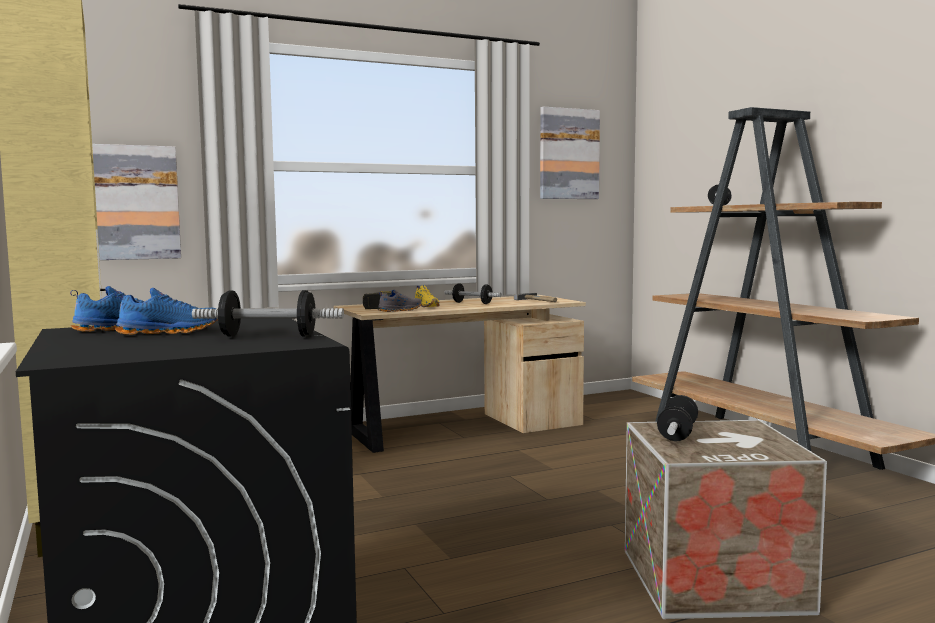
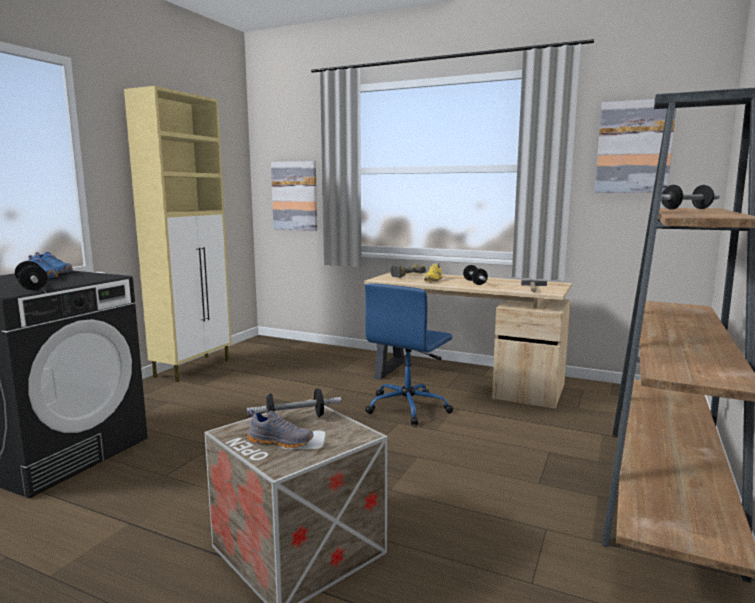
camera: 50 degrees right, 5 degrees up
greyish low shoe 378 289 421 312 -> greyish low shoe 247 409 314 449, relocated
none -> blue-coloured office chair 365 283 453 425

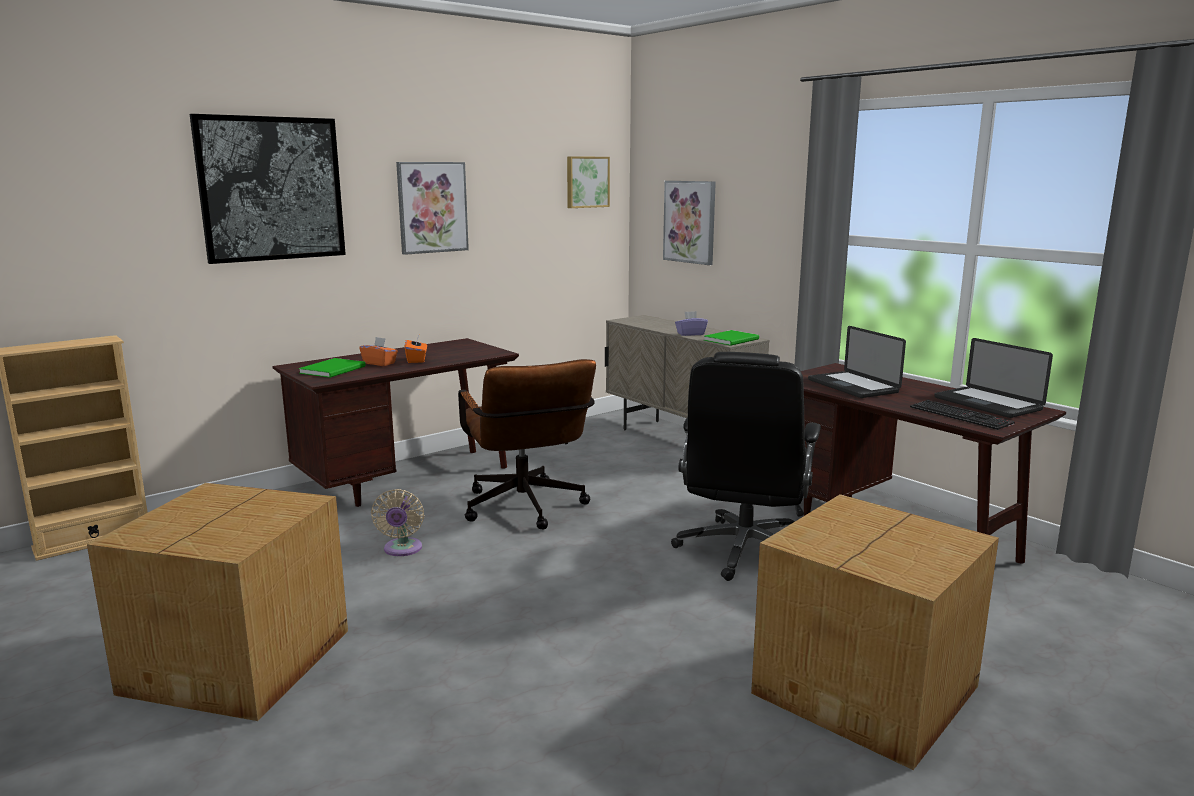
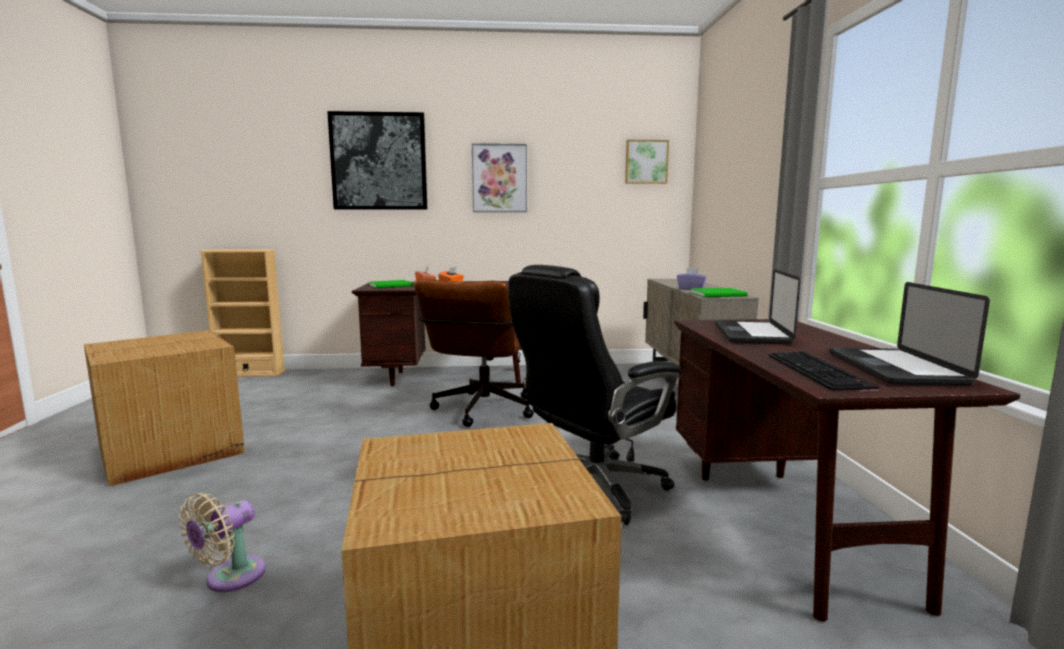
camera: 35 degrees right, 5 degrees down
picture 663 181 716 265 -> none
sand-coloured cooling fan 371 489 424 556 -> sand-coloured cooling fan 179 493 266 592, relocated

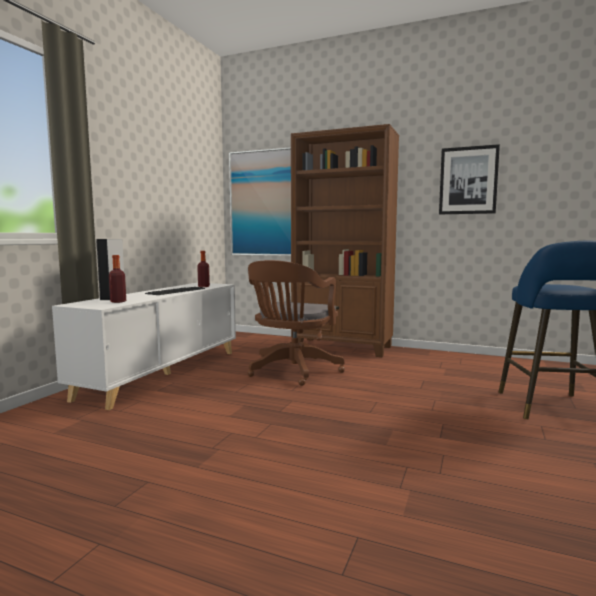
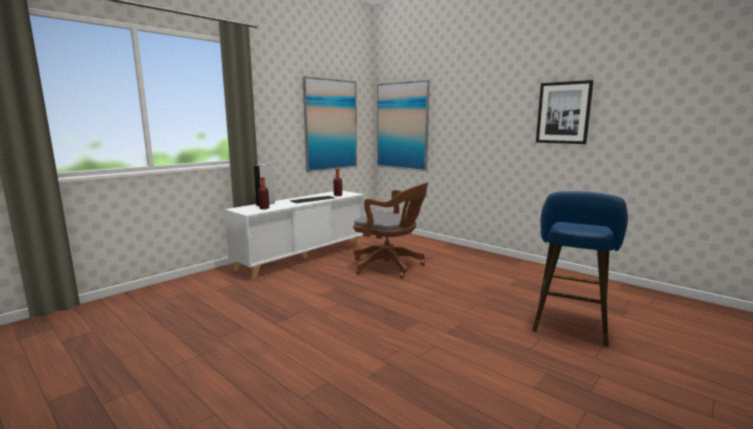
camera: 20 degrees right, 5 degrees up
brown-coloured shelving unit 291 124 399 357 -> none
brown-coloured office chair 247 260 345 386 -> brown-coloured office chair 353 182 428 279, 105 degrees counterclockwise
none -> picture 303 76 357 172

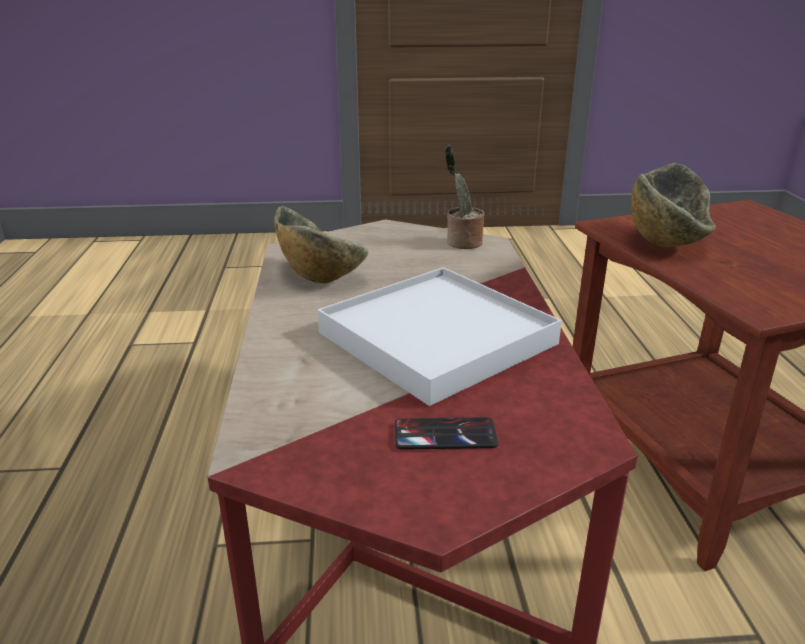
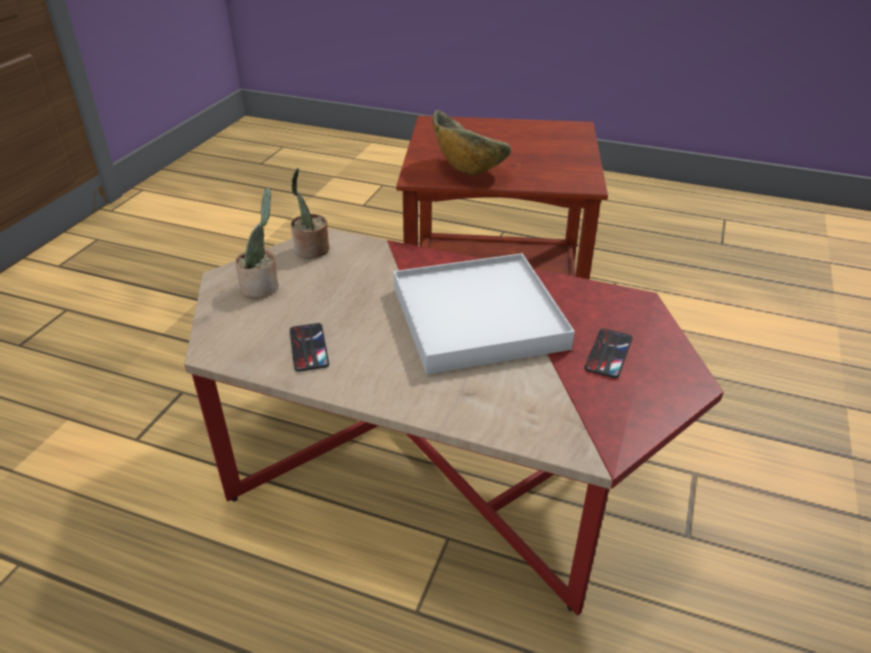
camera: 65 degrees left, 10 degrees up
serving bowl 274 206 369 283 -> handset 290 323 329 372
none -> potted plant 235 188 279 298

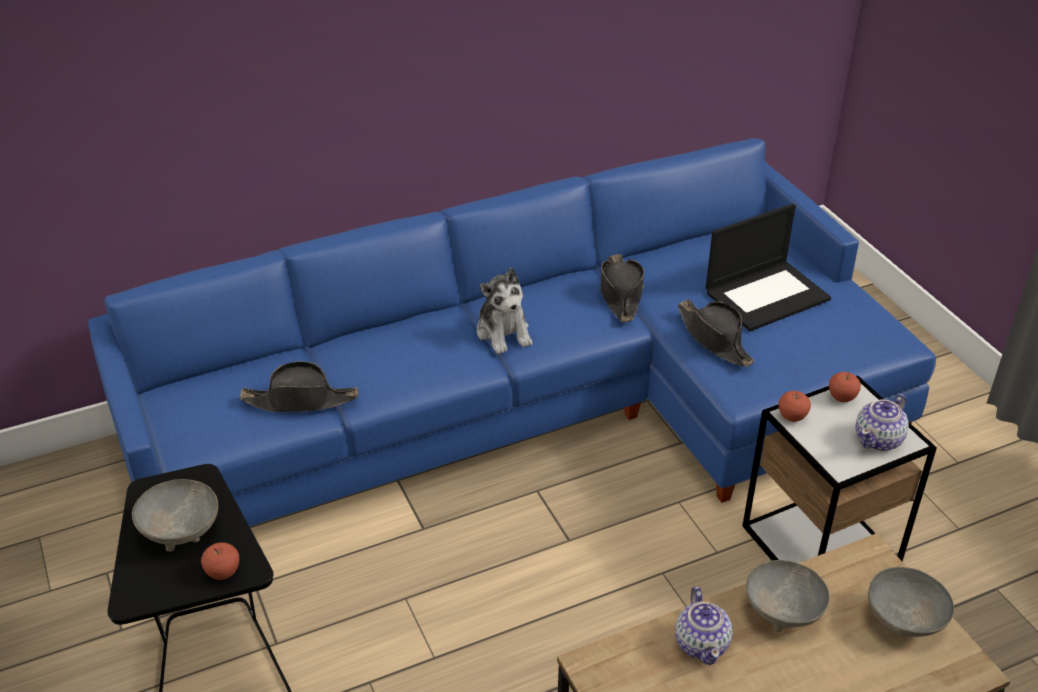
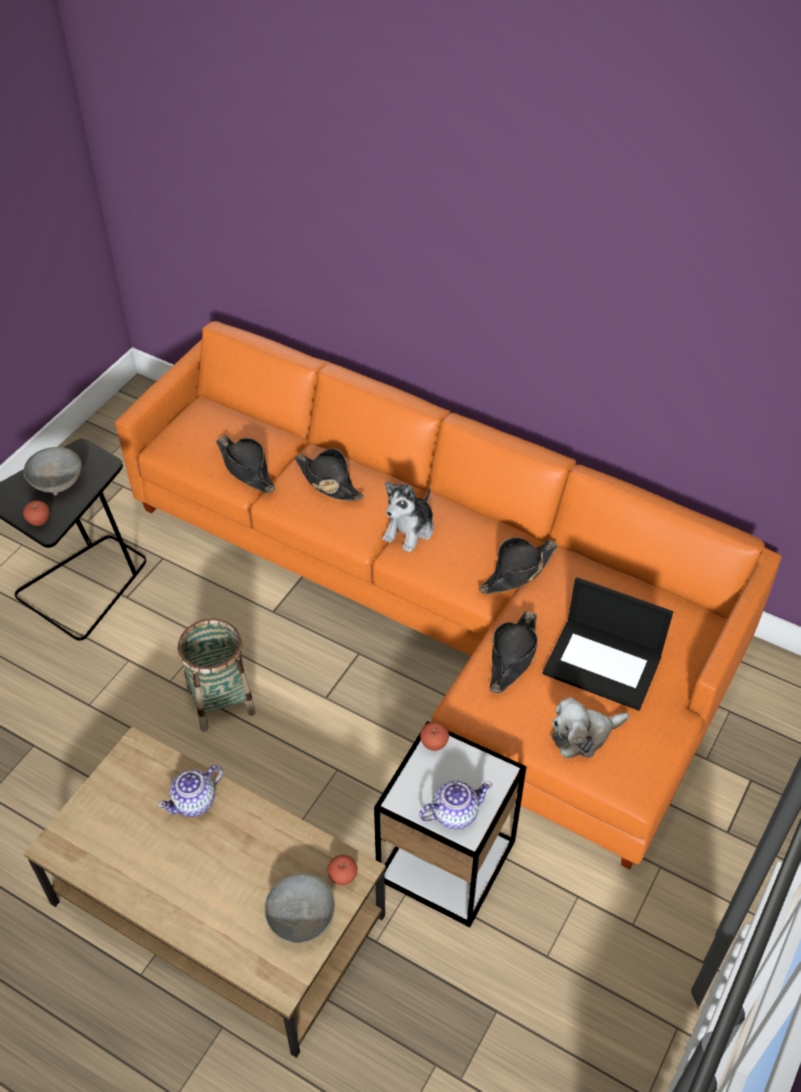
camera: 55 degrees right, 10 degrees up
blue-coloured settee 88 138 936 527 -> orange settee 115 321 782 870
apple fruit 829 372 861 402 -> apple fruit 327 854 358 885, relocated
tea pot 856 394 909 451 -> tea pot 419 780 492 830, 150 degrees clockwise
greyish serving bowl 746 560 830 632 -> none
none -> blackish clothing hat 295 448 365 501
none -> household basket 178 619 256 731
none -> cuddly toy 552 697 630 758

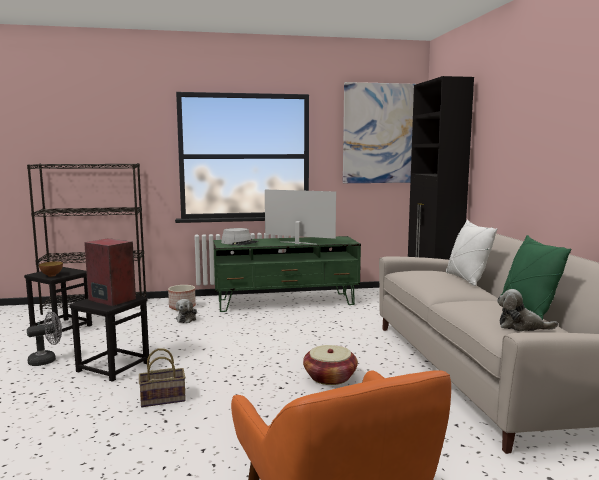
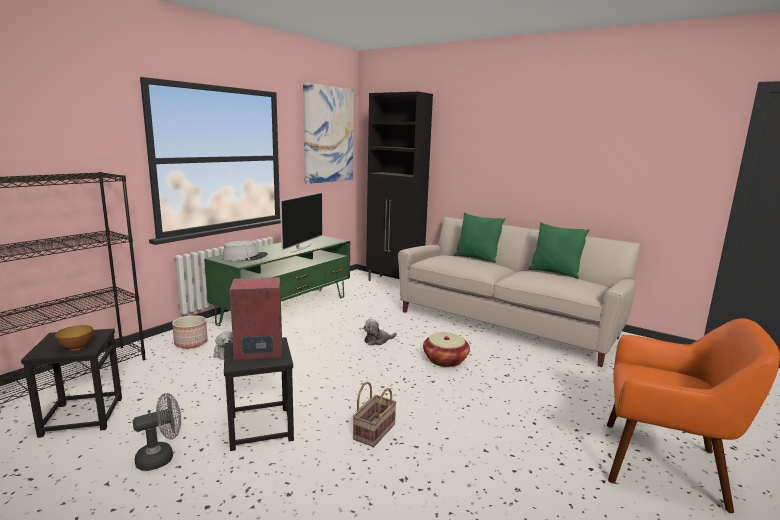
camera: 45 degrees left, 5 degrees up
TV set 265 189 336 245 -> TV set 280 192 323 253, 135 degrees clockwise
white cushion 446 220 497 286 -> green cushion 454 212 505 263
cuddly toy 497 289 558 331 -> cuddly toy 363 319 397 346, relocated
greyish cooling fan 27 312 62 366 -> greyish cooling fan 133 393 181 471, 45 degrees clockwise

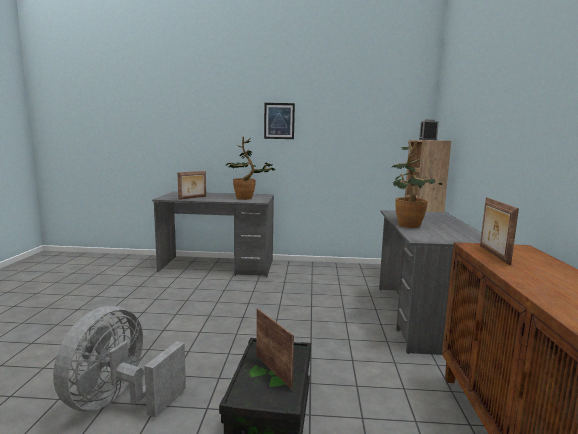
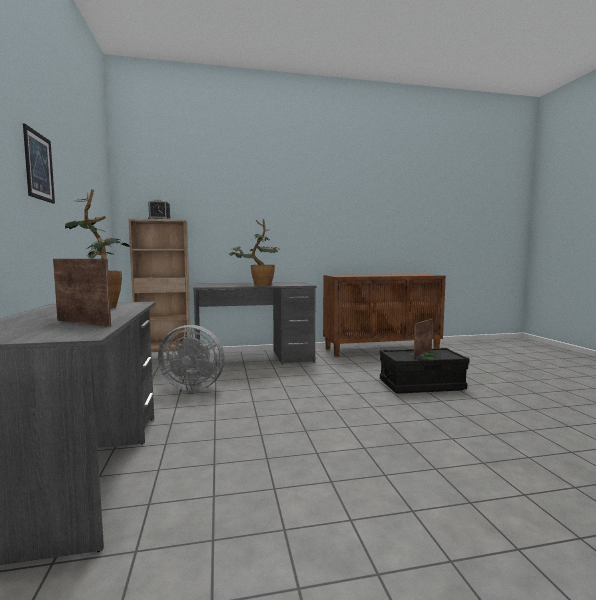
camera: 105 degrees left, 5 degrees down
photo frame 480 197 519 265 -> none
greyish cooling fan 53 306 186 417 -> greyish cooling fan 158 325 225 391, relocated

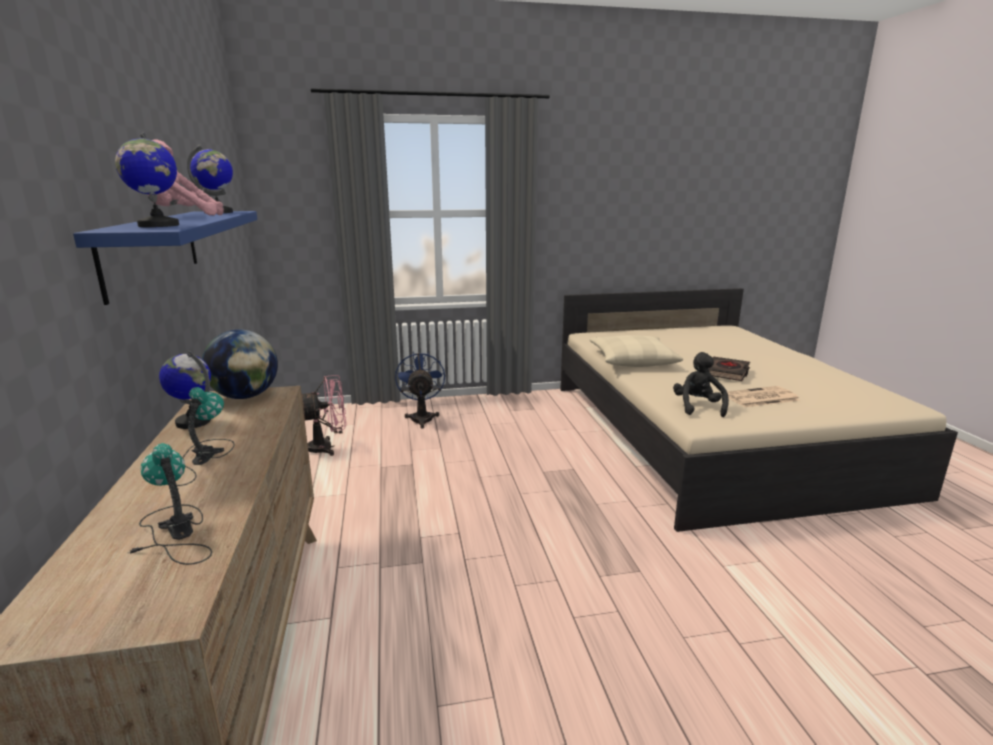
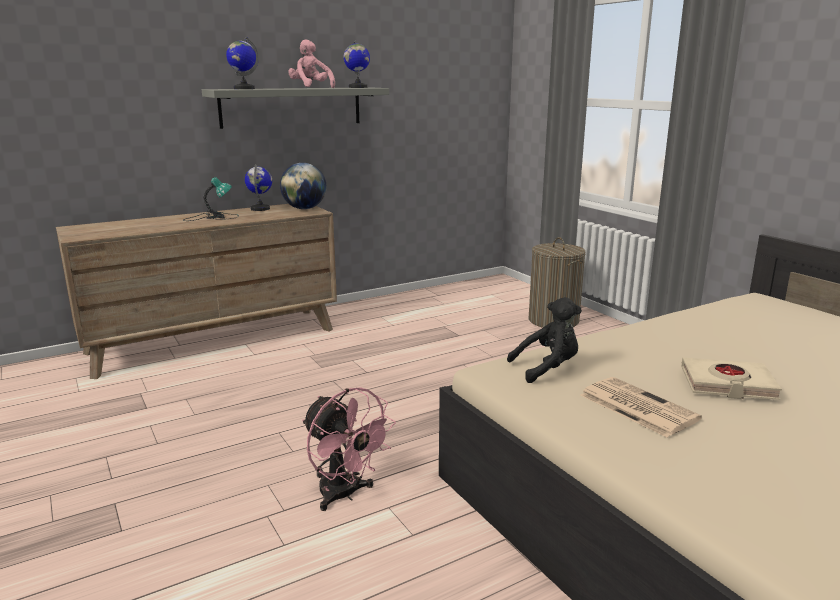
camera: 70 degrees right, 0 degrees up
blue-coloured bracket shelf 73 211 258 305 -> greyish bracket shelf 202 87 389 129
sand-coloured cushion 590 335 683 367 -> none
blue-coloured cooling fan 395 352 445 429 -> laundry basket 529 237 586 328
blackish book 708 357 750 381 -> sand-coloured book 681 357 782 400
pinkish cooling fan 302 375 346 456 -> pinkish cooling fan 302 388 396 511, relocated
lamp for a table 128 443 212 565 -> none

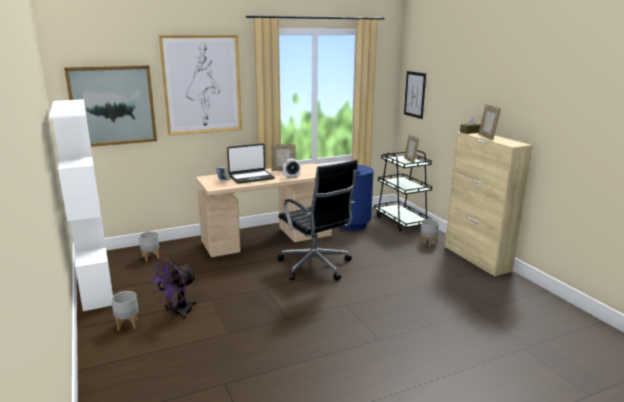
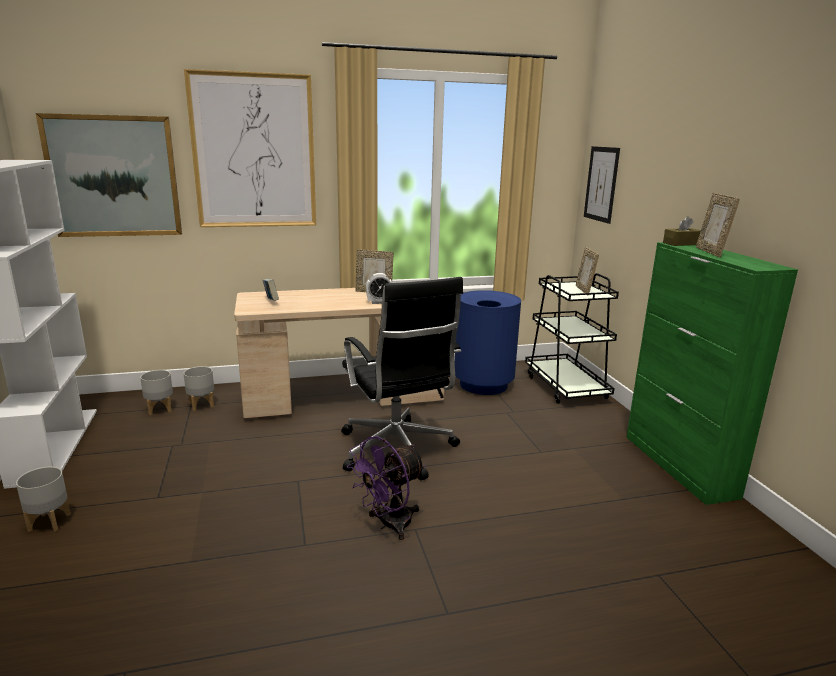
camera: 10 degrees right, 0 degrees up
sand-coloured cabinet 445 132 533 276 -> green cabinet 626 242 798 505
portable computer 227 144 275 184 -> none
greyish planter 420 219 439 247 -> greyish planter 184 366 214 411, relocated
purplish cooling fan 149 260 197 320 -> purplish cooling fan 347 436 426 540, relocated

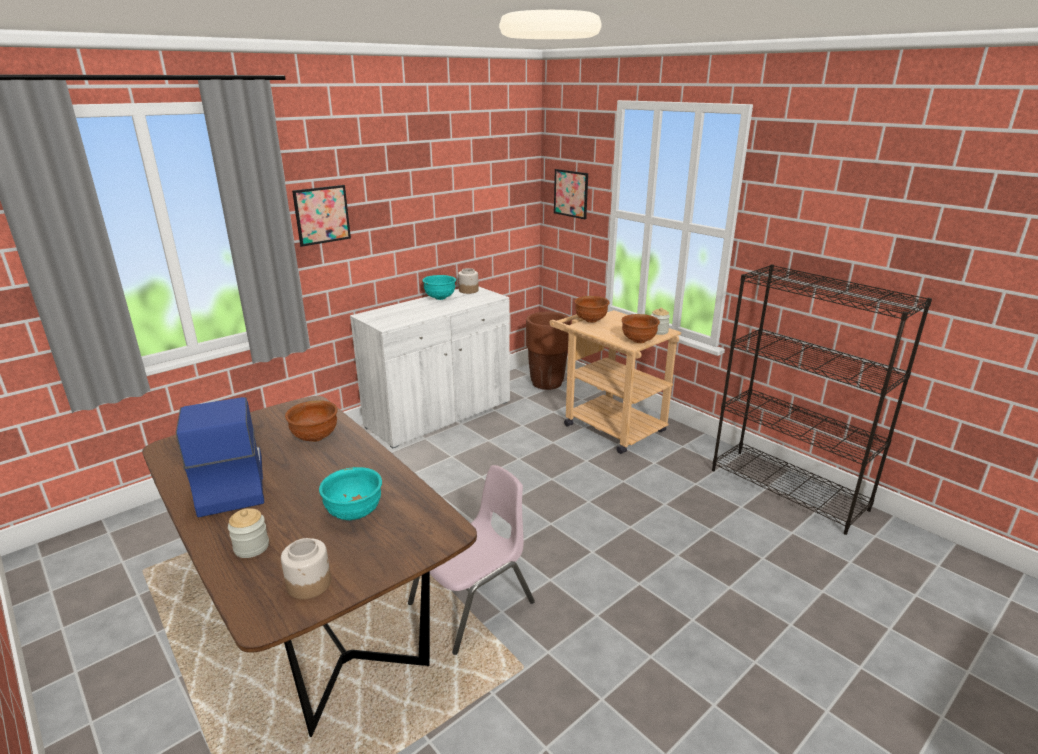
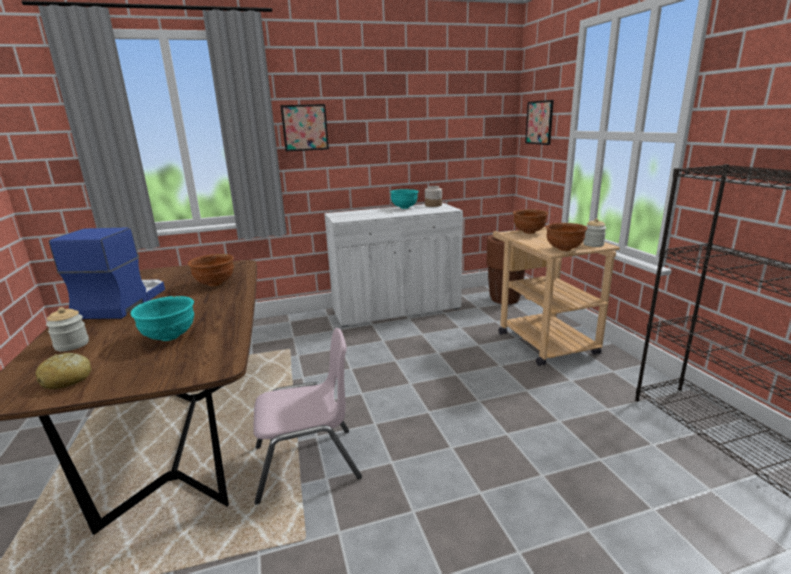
camera: 25 degrees right, 5 degrees down
jar 281 538 331 599 -> bread 36 353 91 389

